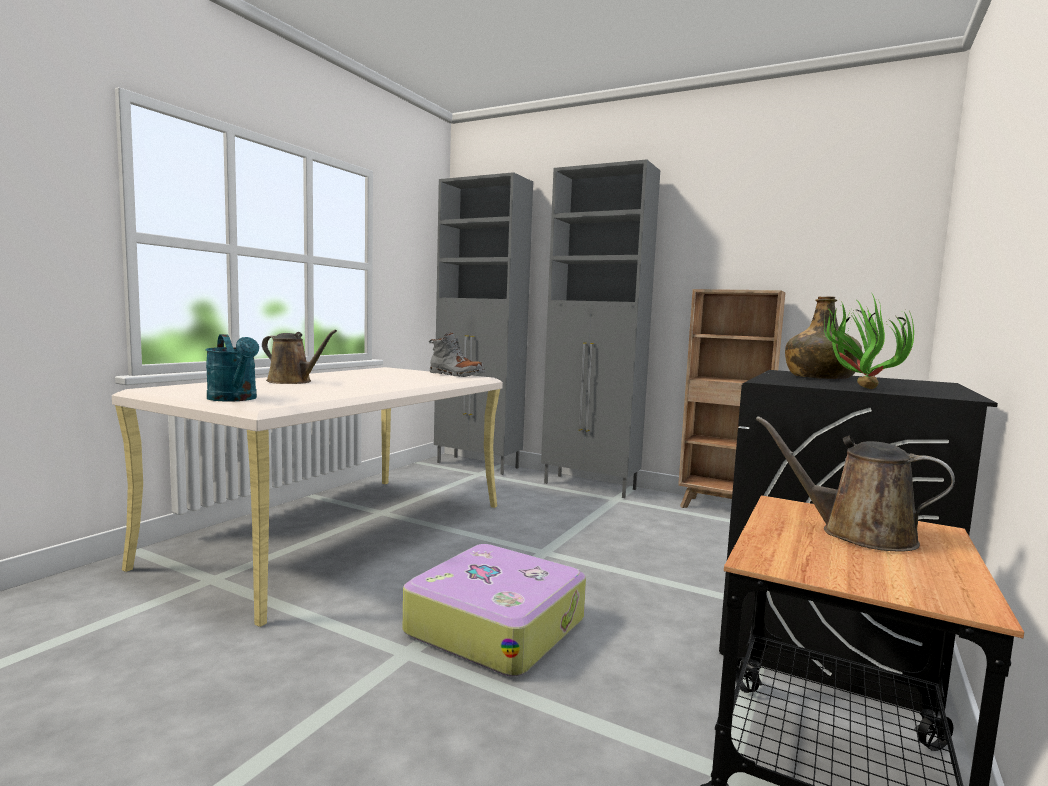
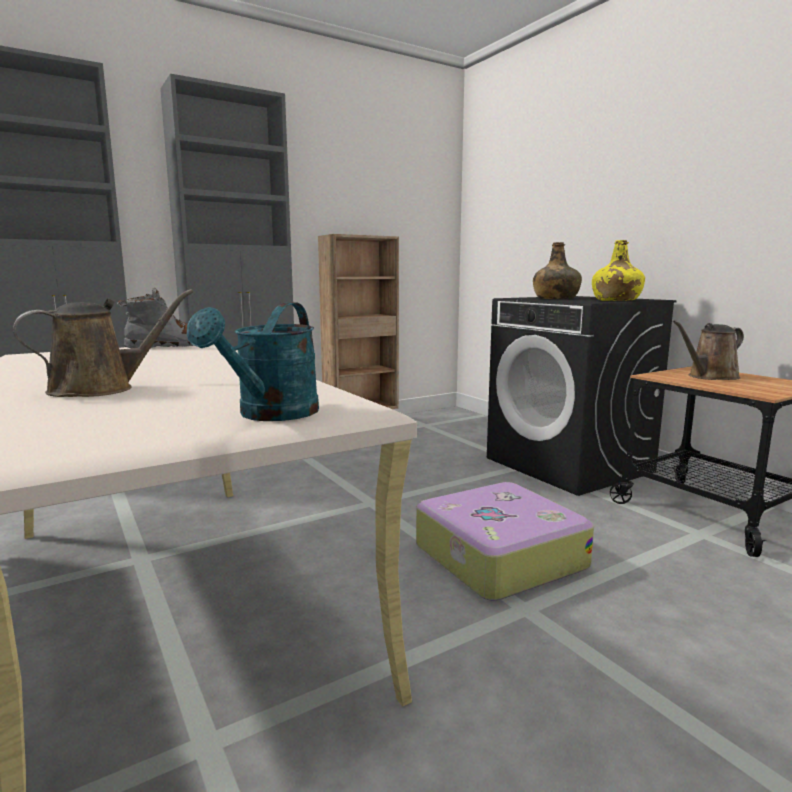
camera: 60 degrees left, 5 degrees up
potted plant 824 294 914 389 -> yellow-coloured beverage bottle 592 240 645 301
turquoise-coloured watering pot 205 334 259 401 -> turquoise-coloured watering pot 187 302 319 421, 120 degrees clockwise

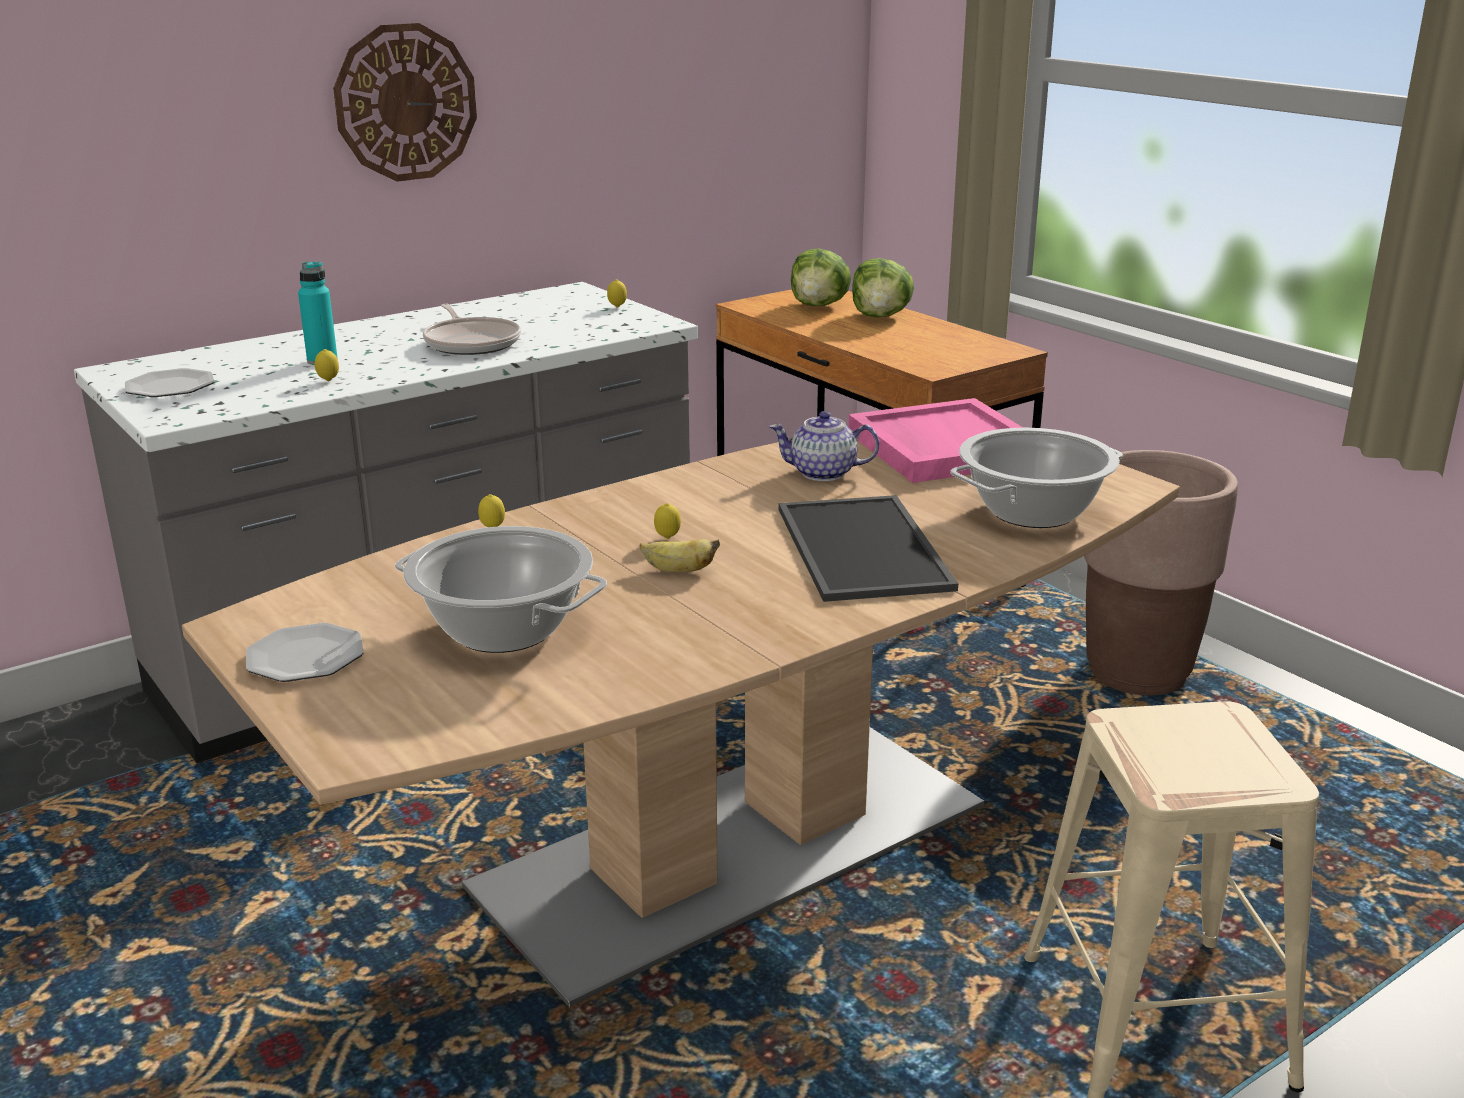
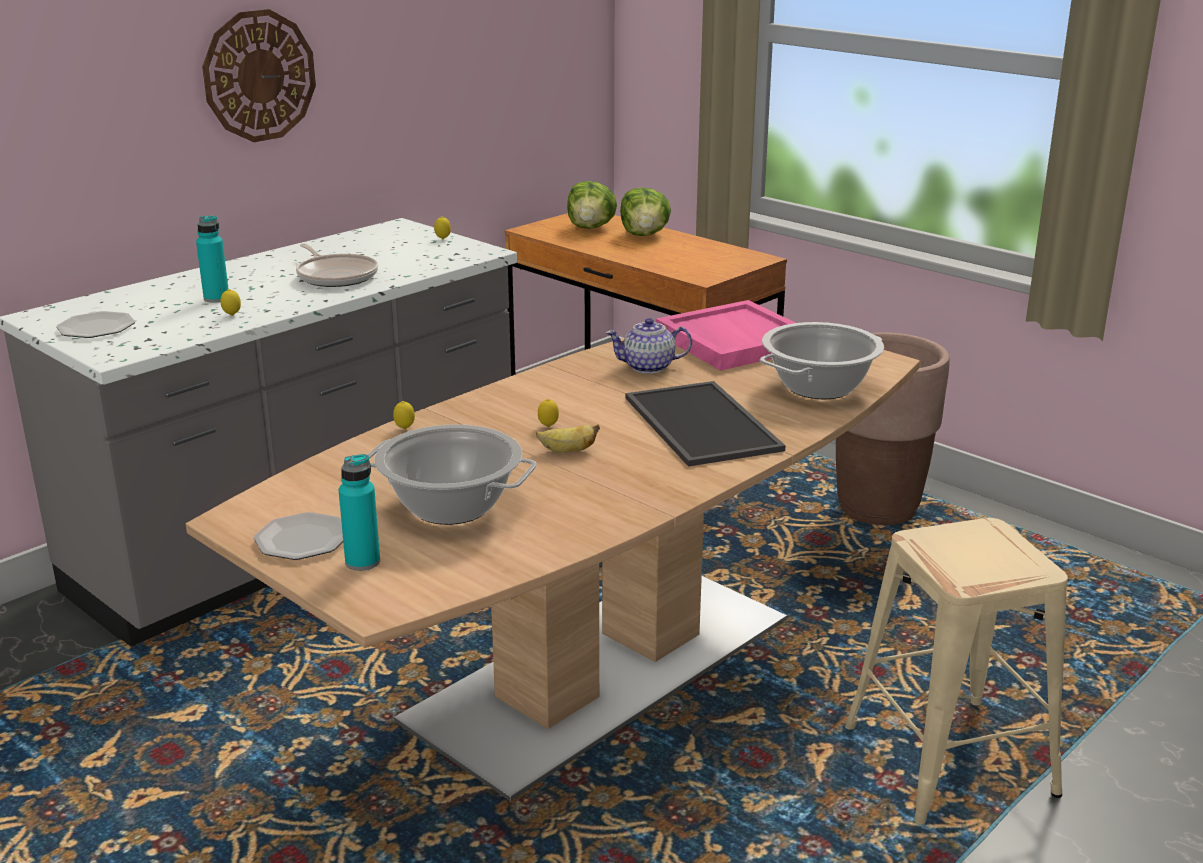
camera: 10 degrees left, 0 degrees up
none -> turquoise-coloured beverage bottle 339 454 380 571

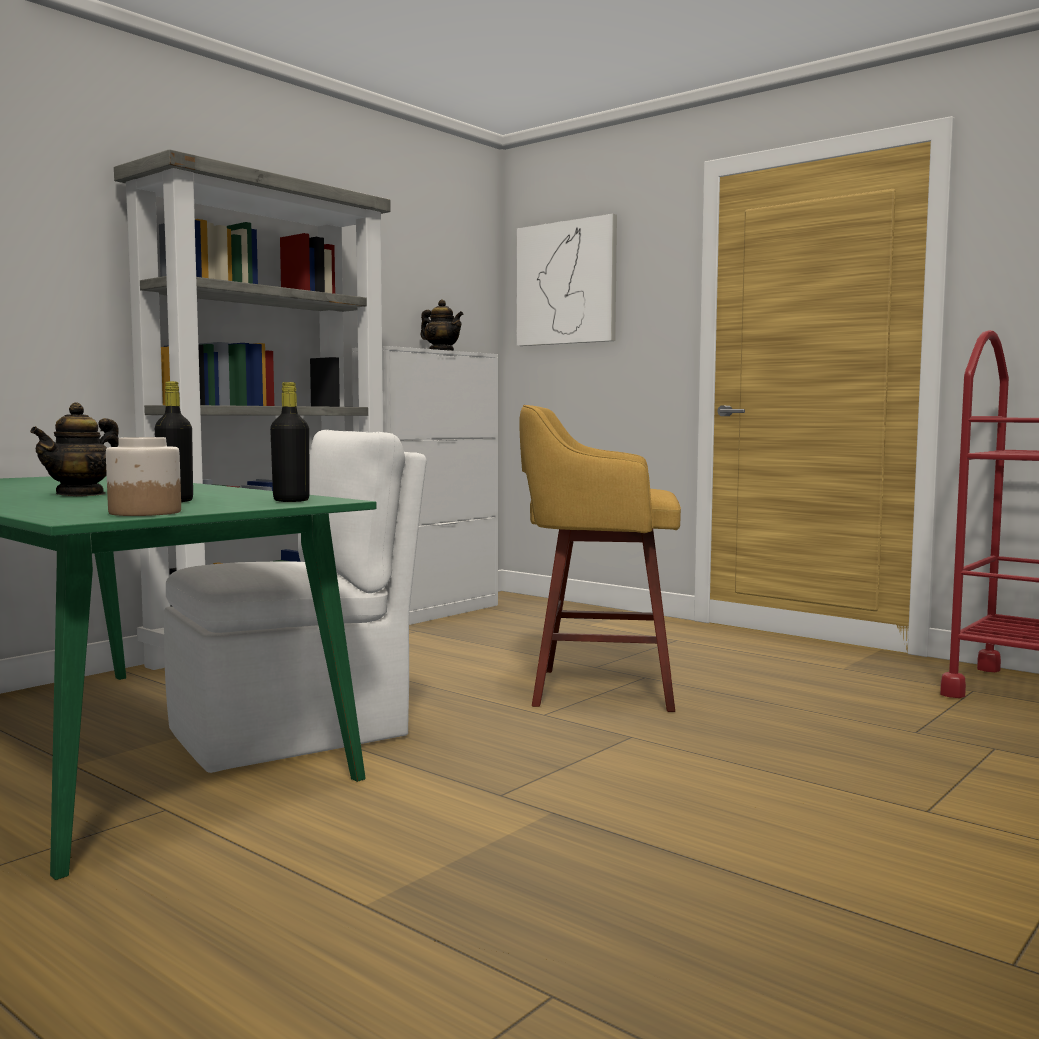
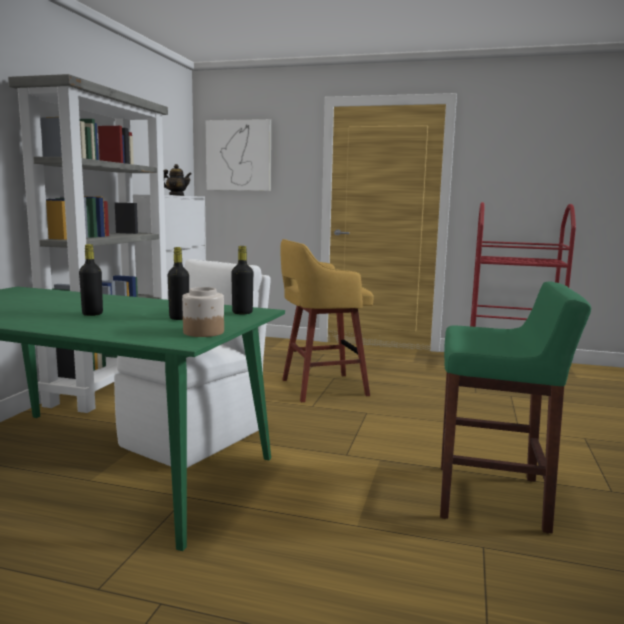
camera: 25 degrees left, 5 degrees up
tea pot 30 402 119 496 -> blackish beverage bottle 79 244 103 316
none -> green stool seat 440 282 591 533

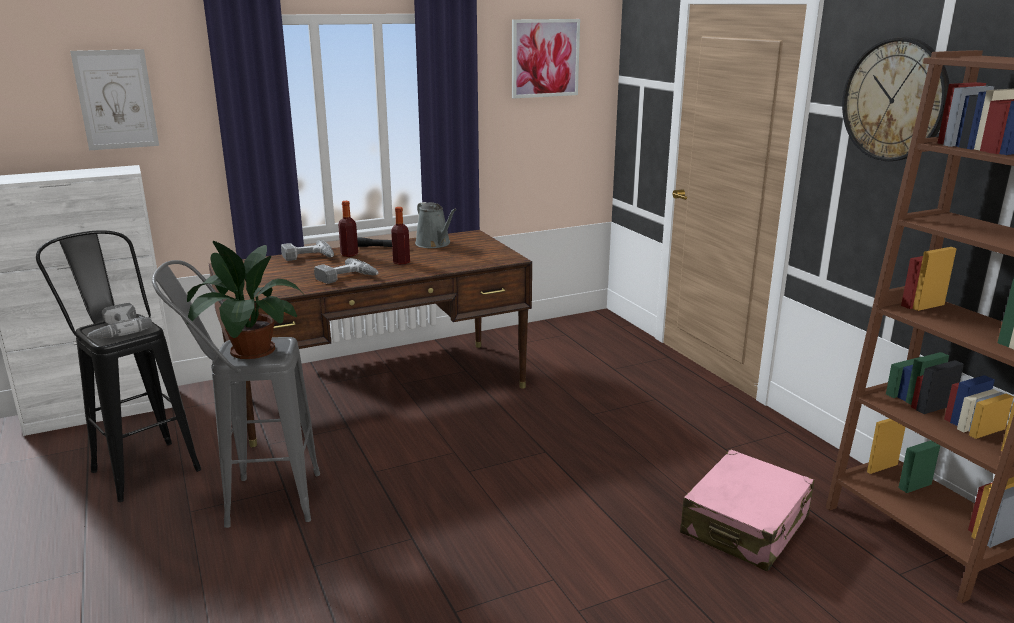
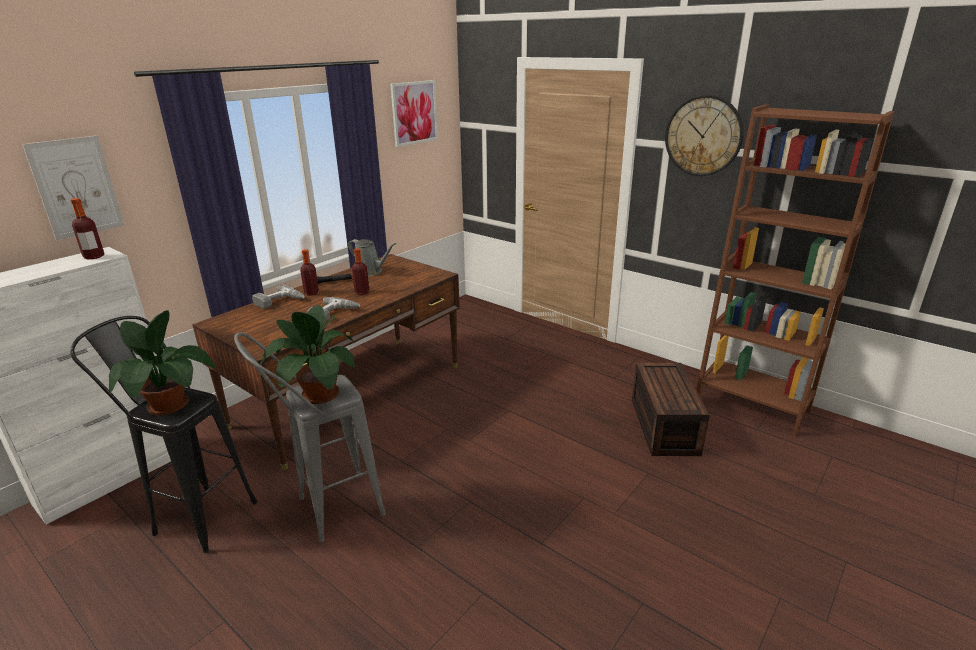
camera: 25 degrees left, 5 degrees up
power drill 87 303 152 339 -> potted plant 109 310 215 415
pinkish piece of luggage 680 449 815 571 -> brown-coloured storage container 632 363 710 456
none -> beverage bottle 71 198 104 259

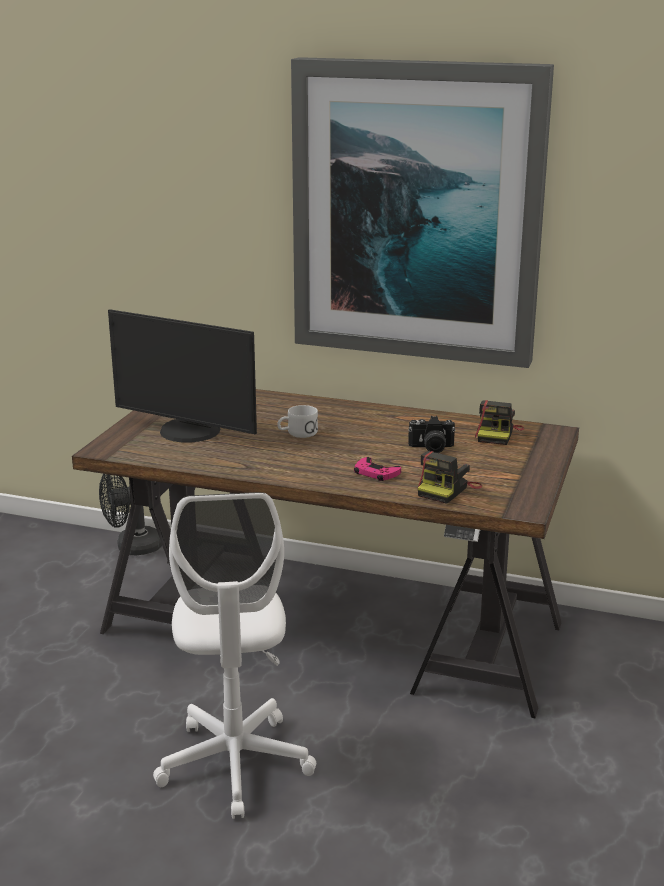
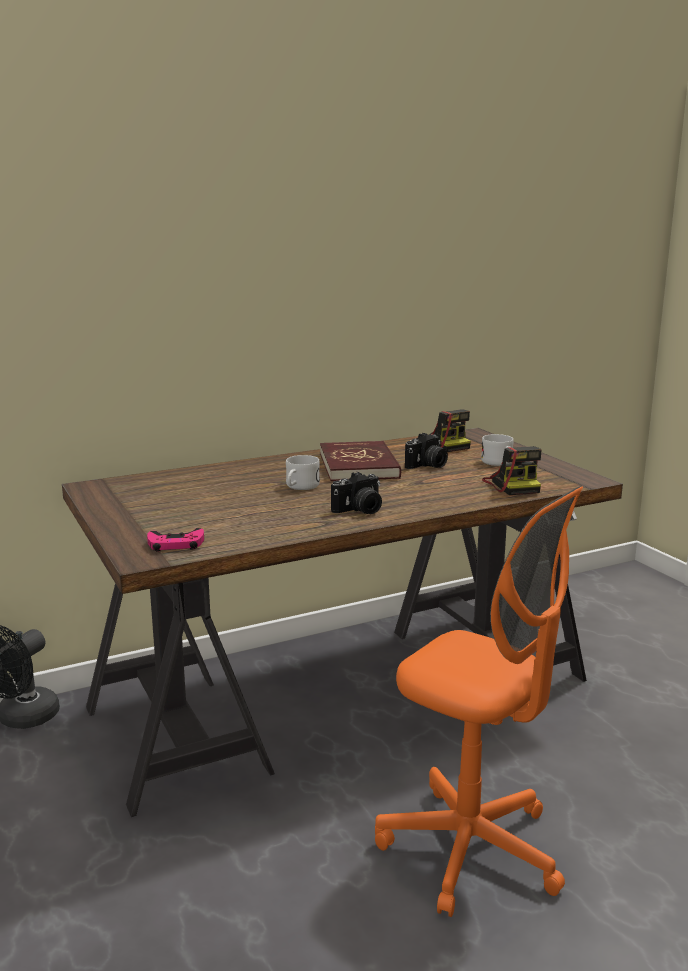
camera: 45 degrees left, 5 degrees down
picture 291 57 554 368 -> none
computer screen 108 309 257 443 -> none
pinkish game controller 354 457 401 481 -> pinkish game controller 147 528 204 551, relocated
white office chair 153 492 316 819 -> orange office chair 375 486 583 917
none -> white coffee mug 481 434 514 466
none -> red book 320 441 401 481
none -> photo camera 331 472 382 514

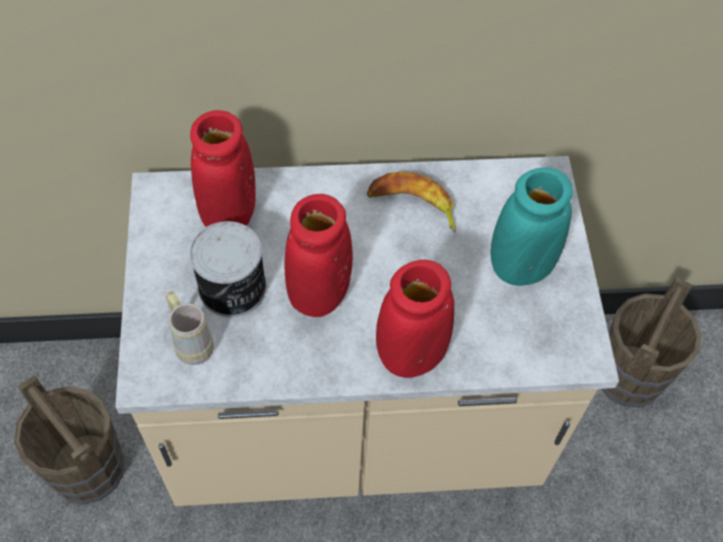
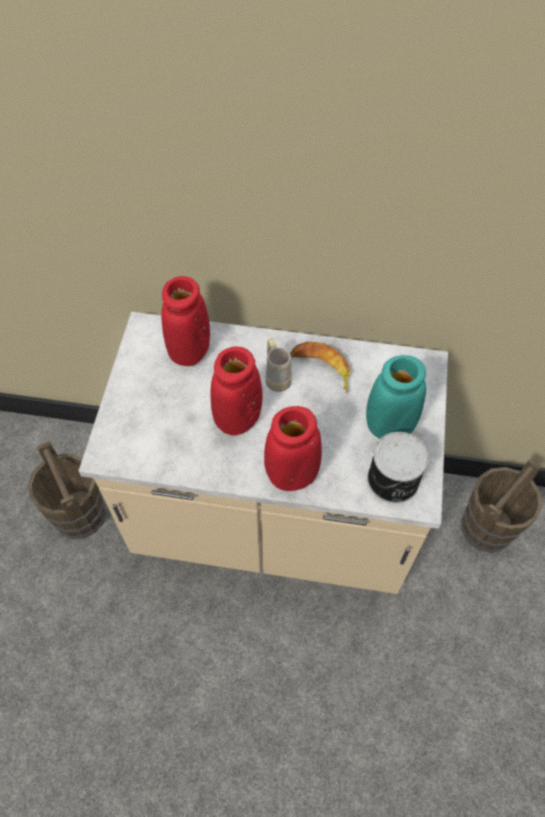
camera: 15 degrees right, 0 degrees up
can 189 221 266 317 -> can 367 432 429 503, relocated
sand-coloured coffee mug 166 292 214 365 -> sand-coloured coffee mug 265 338 292 392, relocated

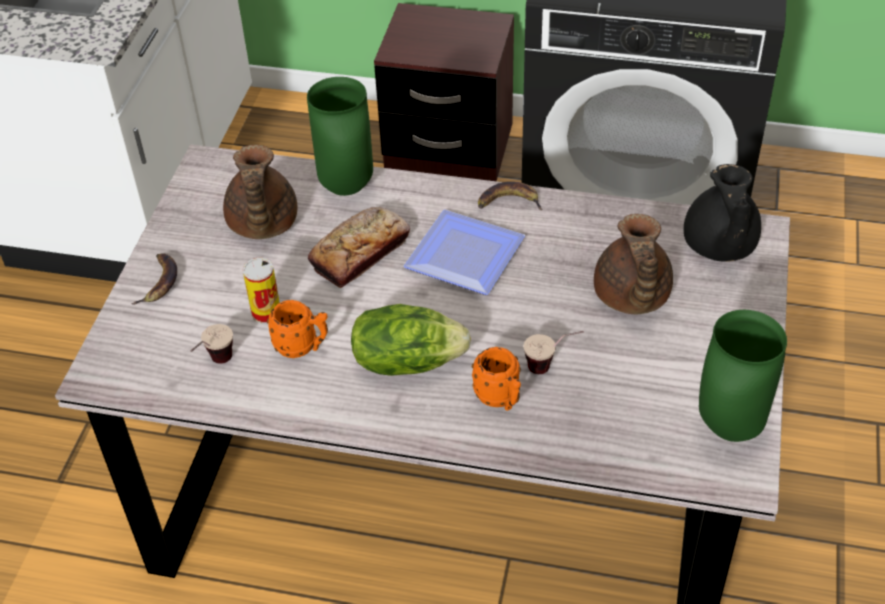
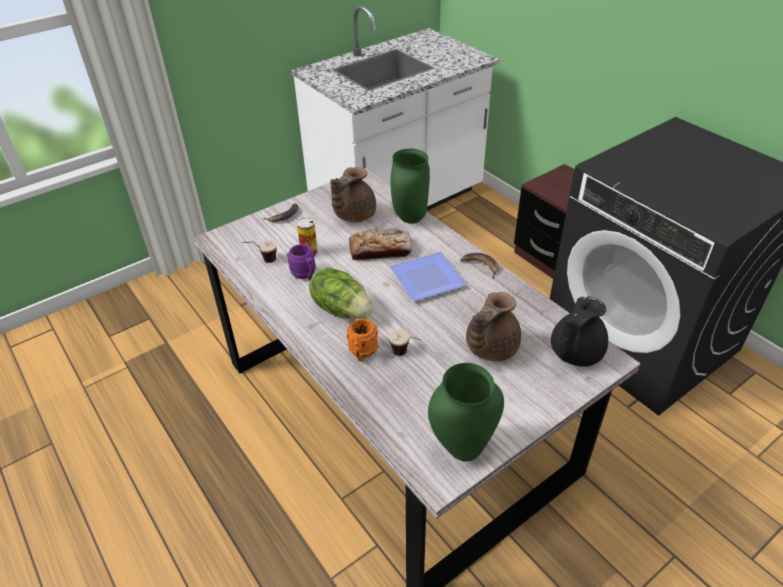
camera: 40 degrees right, 5 degrees down
orange coffee mug 267 300 328 358 -> purplish coffee mug 287 244 316 280

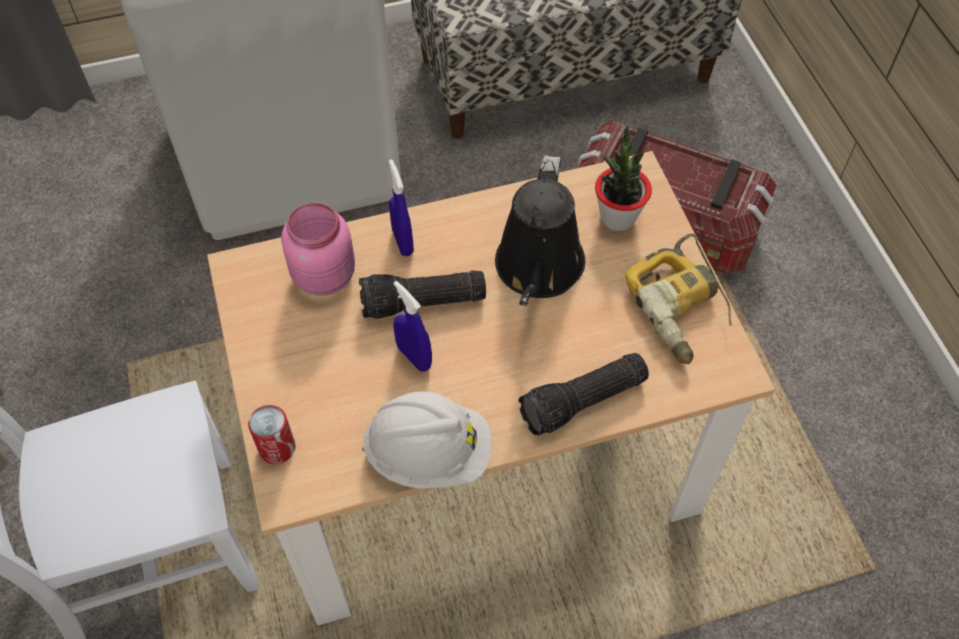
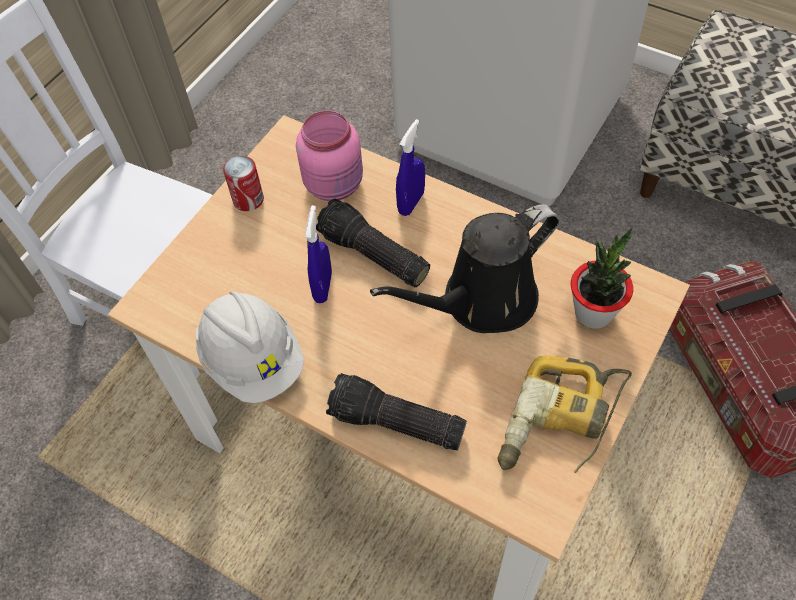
camera: 50 degrees right, 0 degrees up
can 248 405 295 464 -> can 223 156 264 211, relocated

